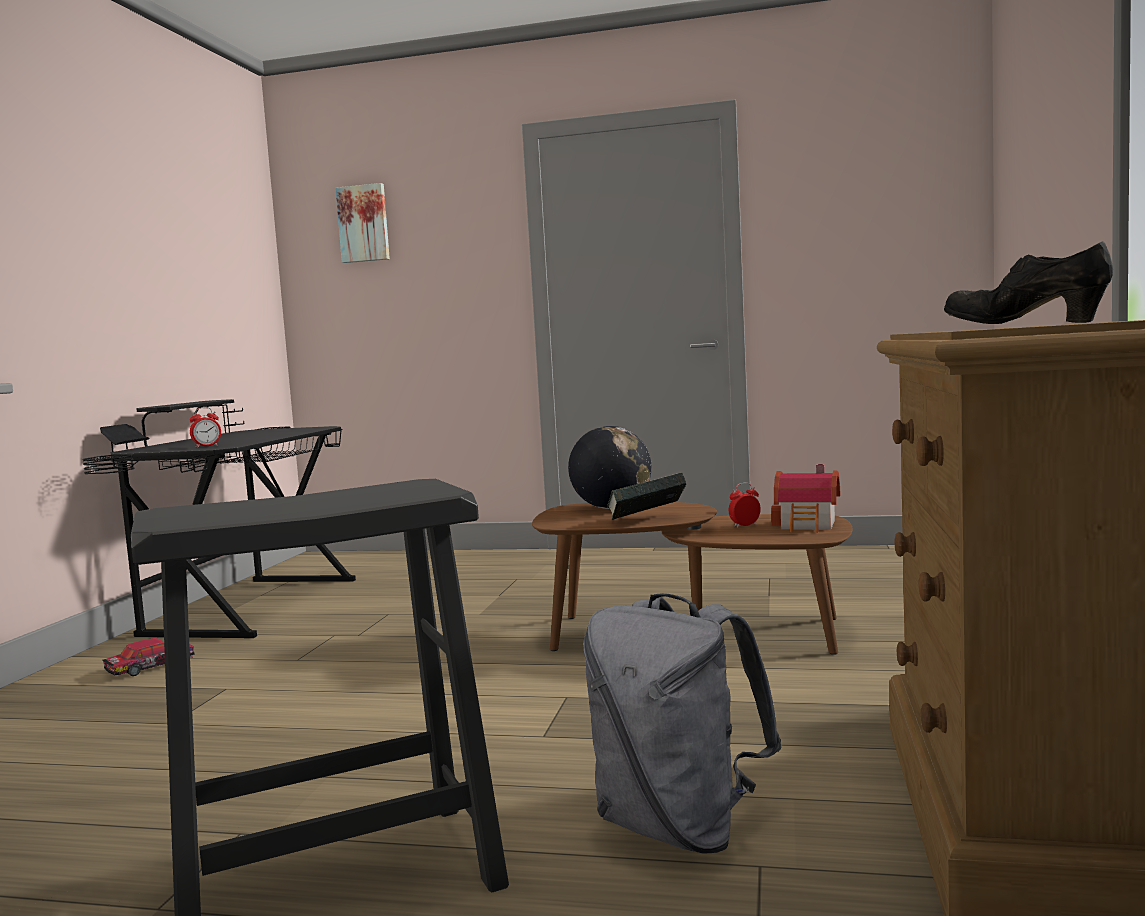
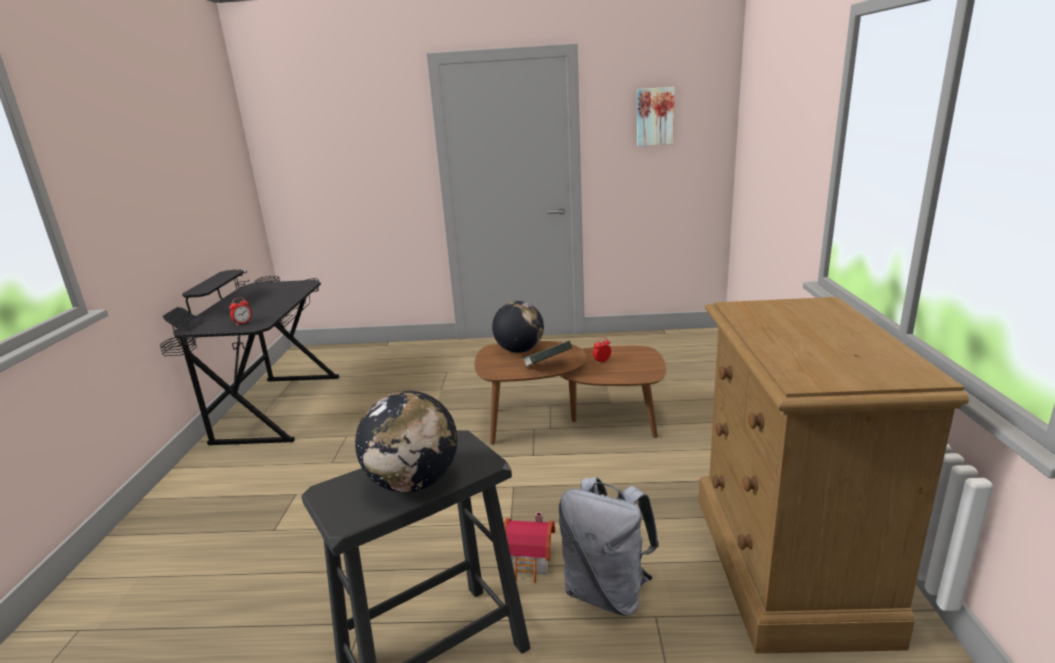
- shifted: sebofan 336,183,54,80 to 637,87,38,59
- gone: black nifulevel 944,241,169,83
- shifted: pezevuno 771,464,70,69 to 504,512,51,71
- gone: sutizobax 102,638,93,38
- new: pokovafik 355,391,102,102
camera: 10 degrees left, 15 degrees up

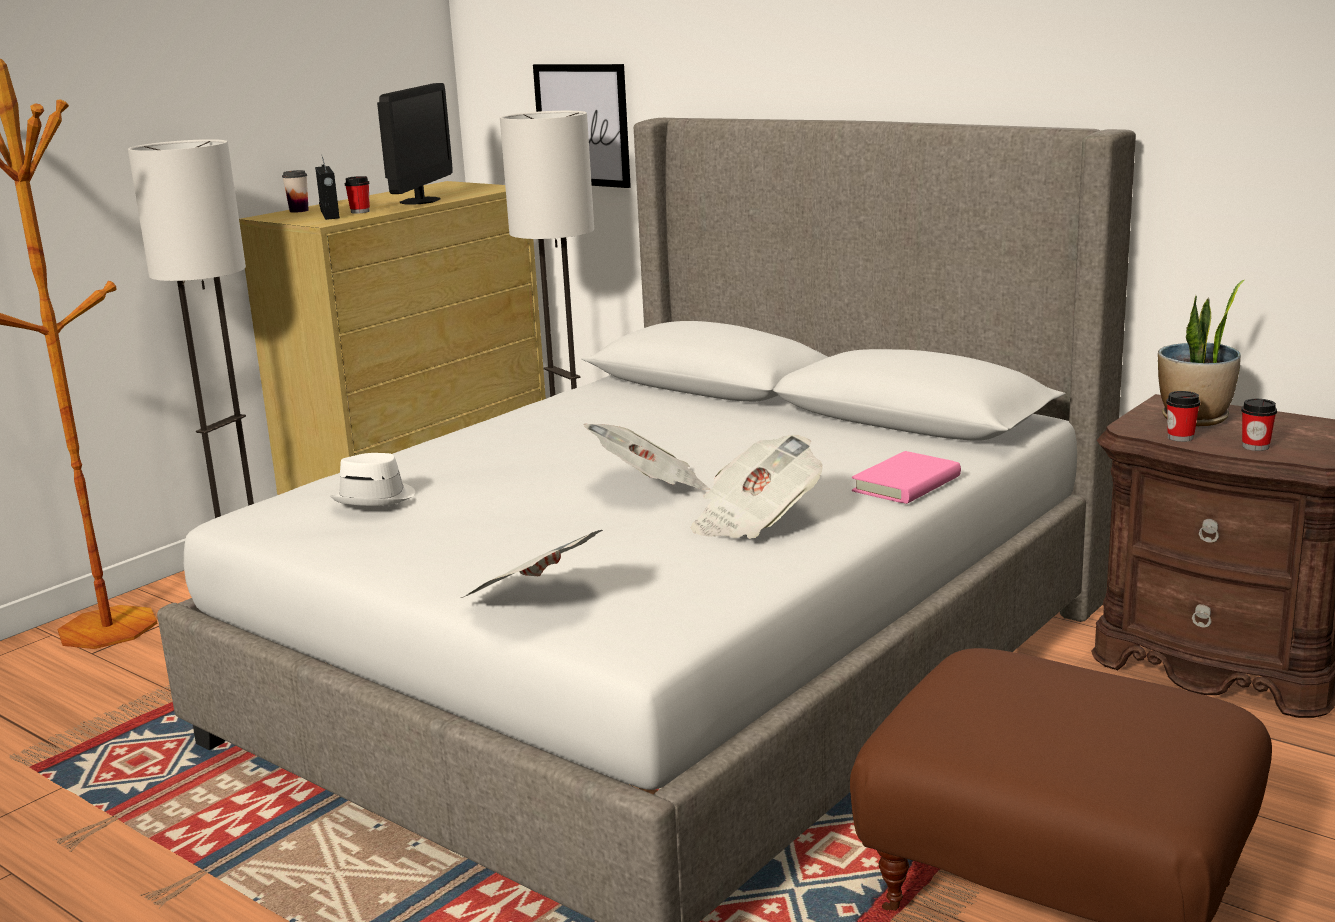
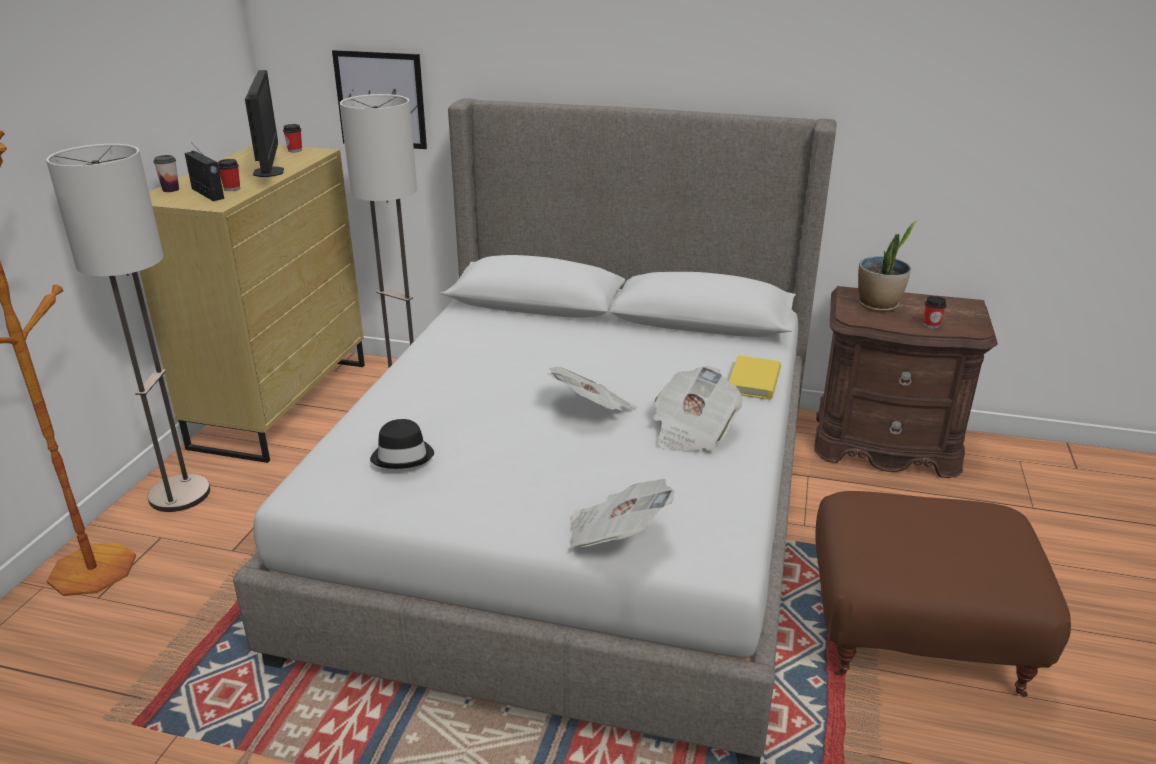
- shifted: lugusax 1166,391,34,51 to 283,124,19,28
- repainted: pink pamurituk 852,451,109,53 to yellow pamurituk 728,355,53,45
- repainted: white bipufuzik 330,453,85,53 to black bipufuzik 370,419,64,50
camera: 25 degrees left, 10 degrees up

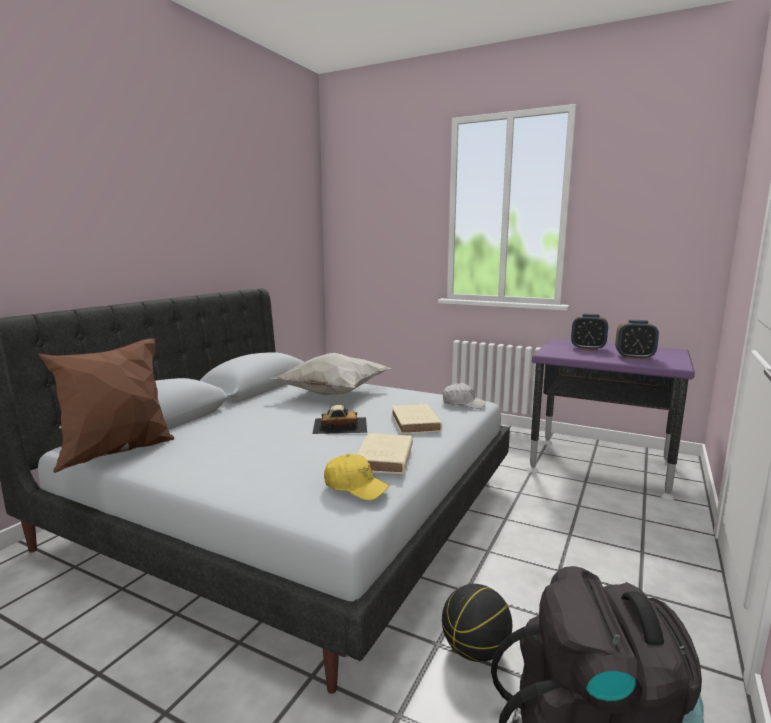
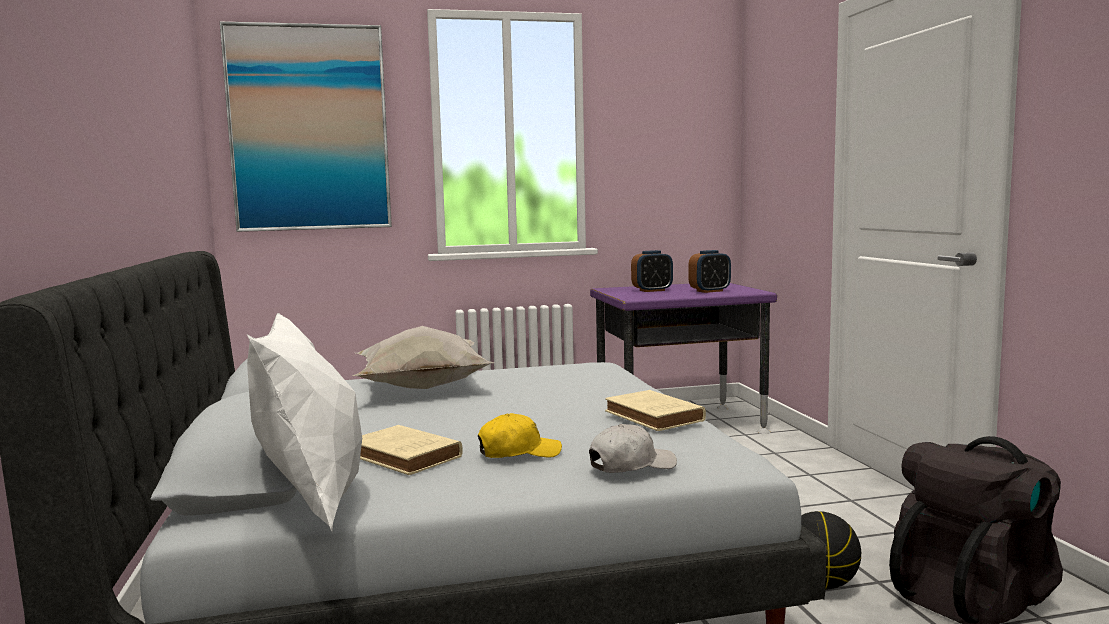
- repainted: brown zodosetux 38,338,136,135 to white zodosetux 247,313,115,219
- shifted: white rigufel 443,383,43,26 to 589,424,88,49
- shifted: beige pamurituk 391,404,51,30 to 360,425,103,50
- gone: sutizobax 312,405,55,29
- shifted: yellow rigufel 324,454,66,47 to 478,413,84,45
- new: sebofan 220,21,172,211
camera: 40 degrees left, 5 degrees down

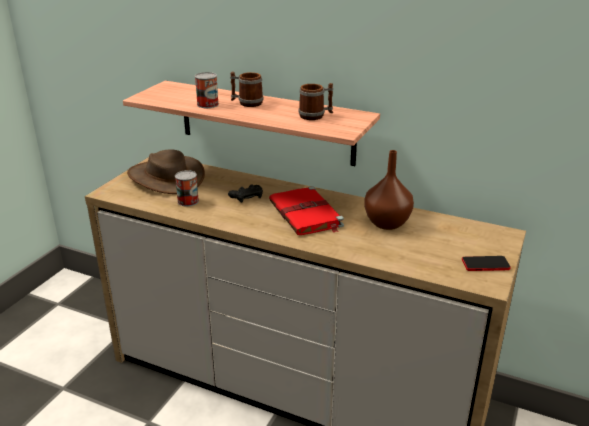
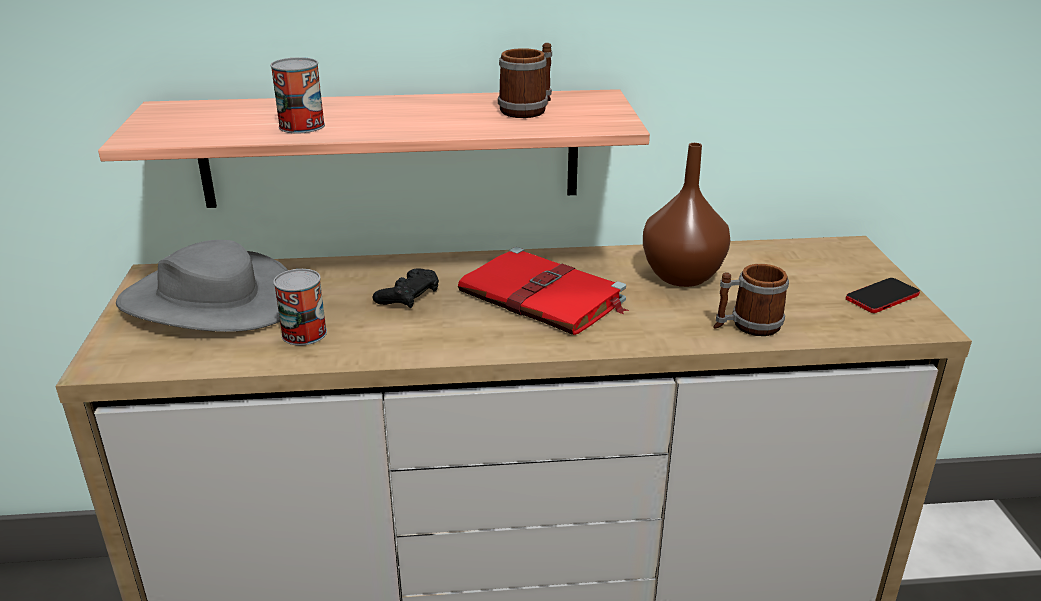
- shifted: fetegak 230,72,34,35 to 713,264,76,72
- repainted: brown bipufuzik 127,149,78,45 to grey bipufuzik 116,240,172,92
camera: 30 degrees left, 0 degrees up

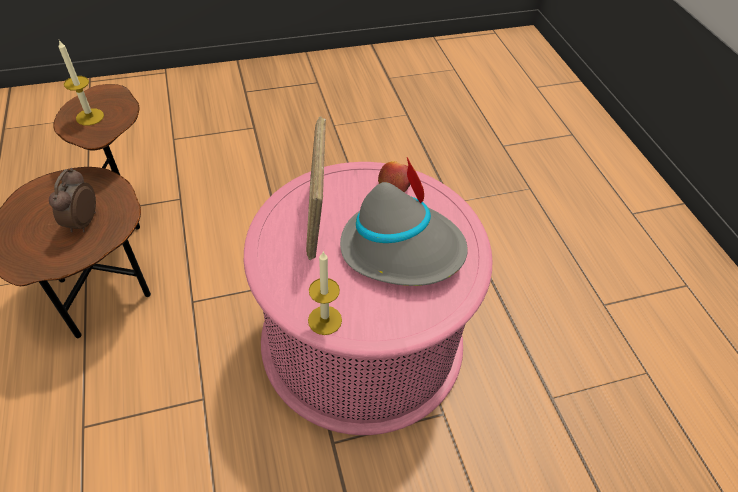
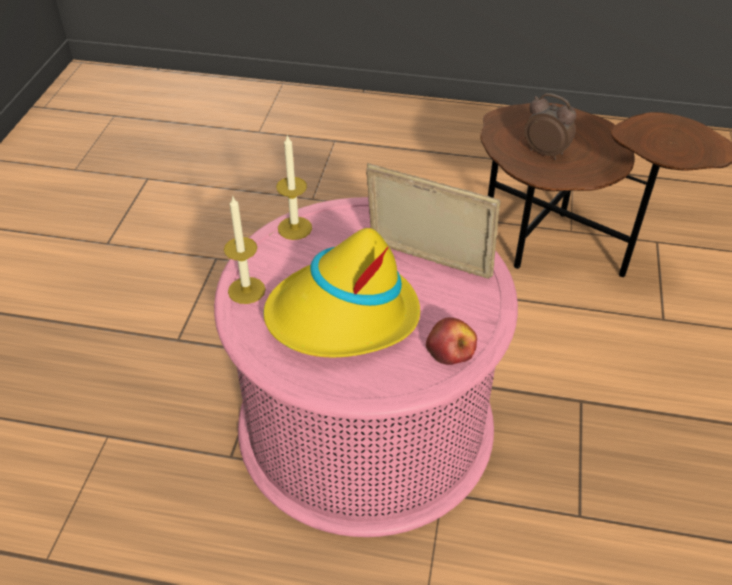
- shifted: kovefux 58,40,46,86 to 224,197,42,107
- repainted: grey bipufuzik 340,157,128,129 to yellow bipufuzik 263,228,157,129
camera: 120 degrees right, 5 degrees down

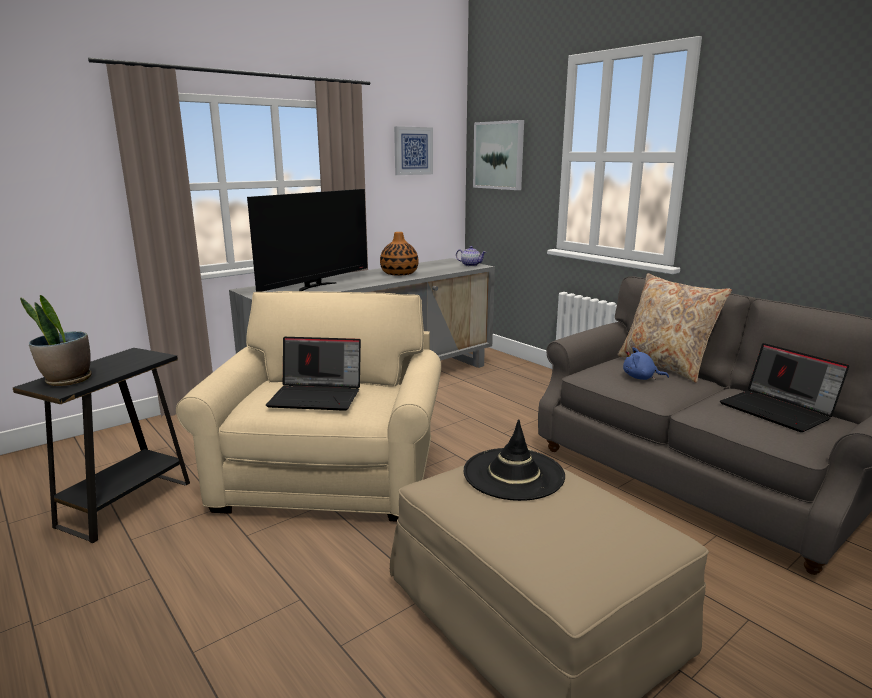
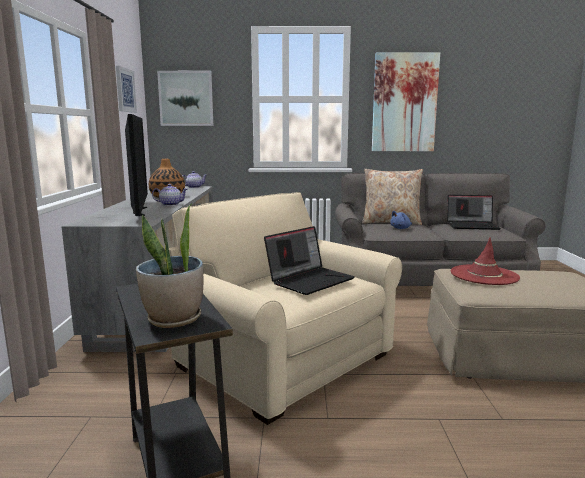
- repainted: black bipufuzik 464,419,101,82 to red bipufuzik 451,237,69,48
- new: sebofan 372,52,68,99
- new: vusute 152,184,35,22
camera: 50 degrees left, 5 degrees down

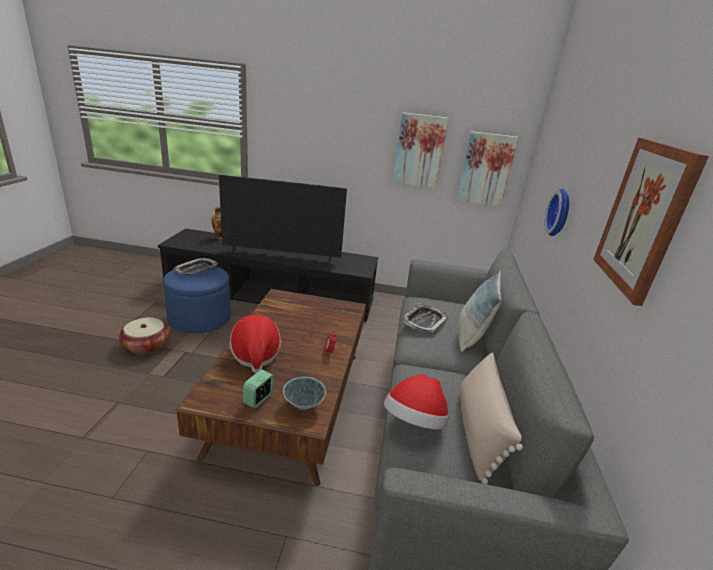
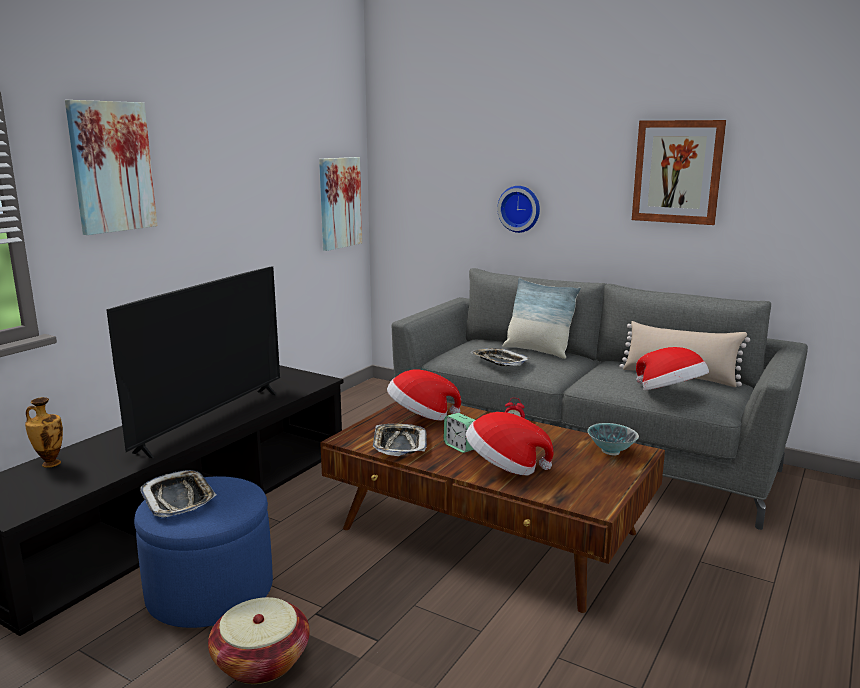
- shifted: sebofan 393,112,56,76 to 65,100,92,135
- shifted: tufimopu 243,369,31,40 to 444,413,31,40
- new: bipufuzik 387,369,74,52
- new: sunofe 373,424,54,32
camera: 65 degrees left, 10 degrees down

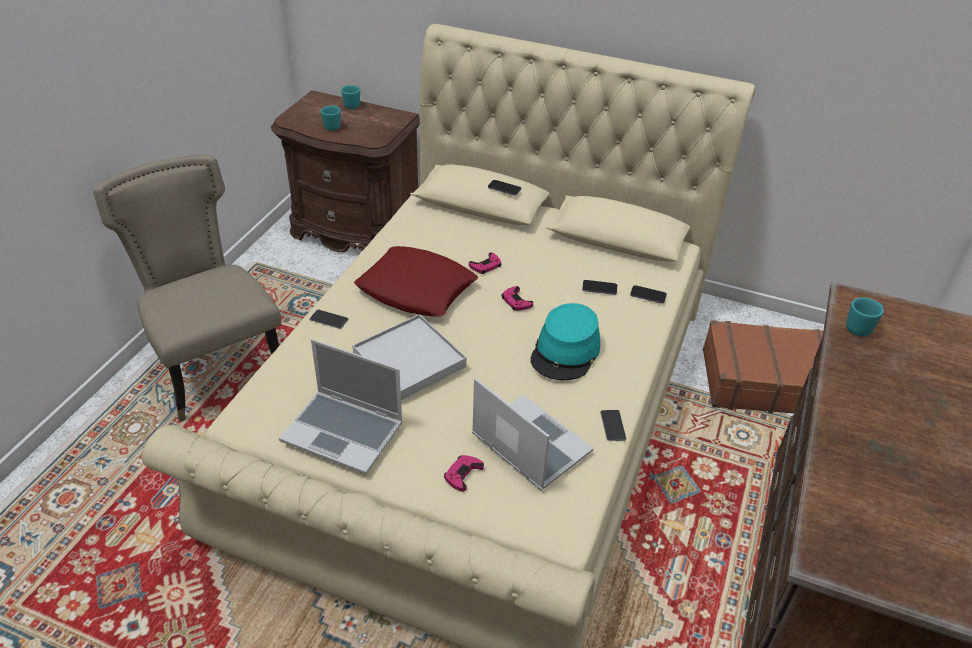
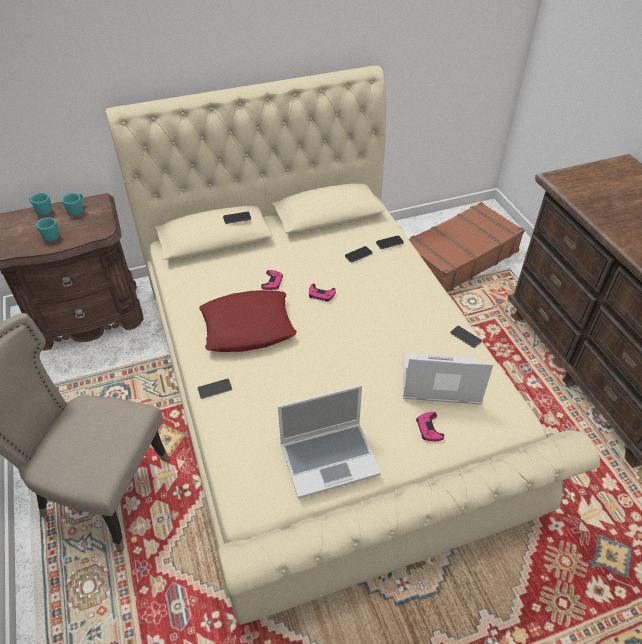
- shifted: turquoise fetegak 846,297,38,39 to 62,193,21,23
- gone: turquoise bipufuzik 530,303,70,77
- gone: white sunofe 352,314,115,86
camera: 40 degrees left, 5 degrees up

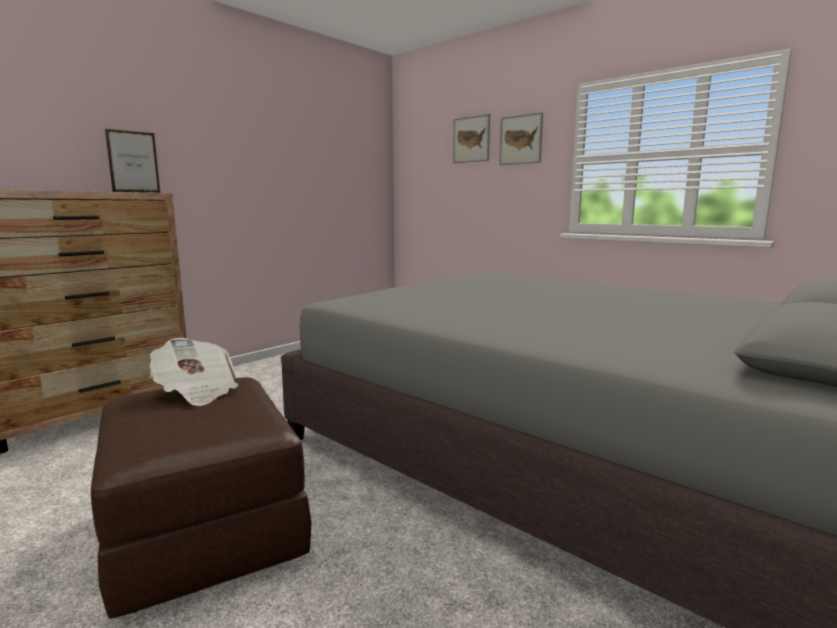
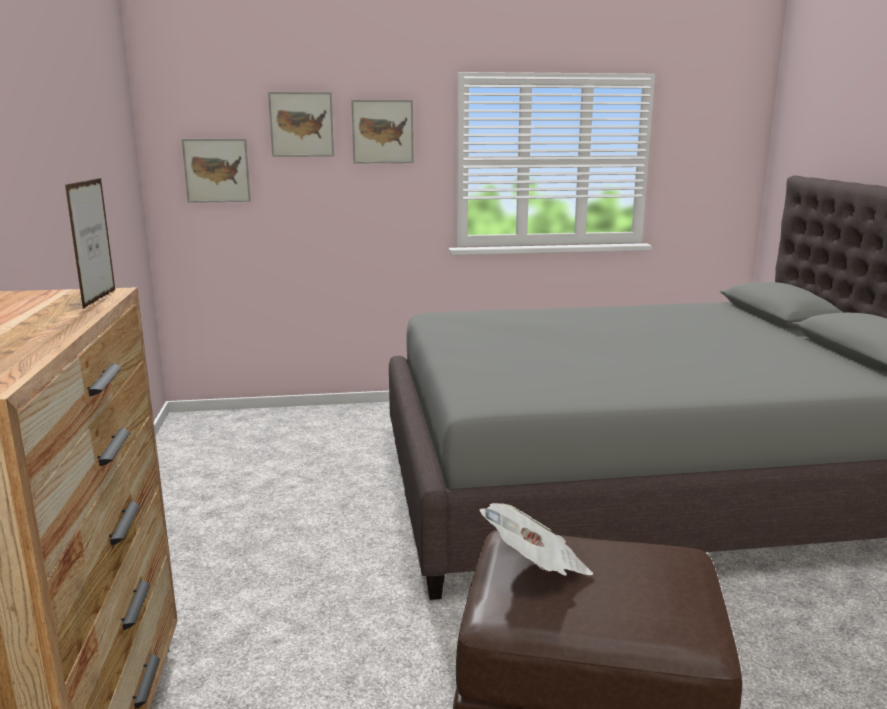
- new: sebofan 182,139,69,64
camera: 50 degrees left, 5 degrees up

